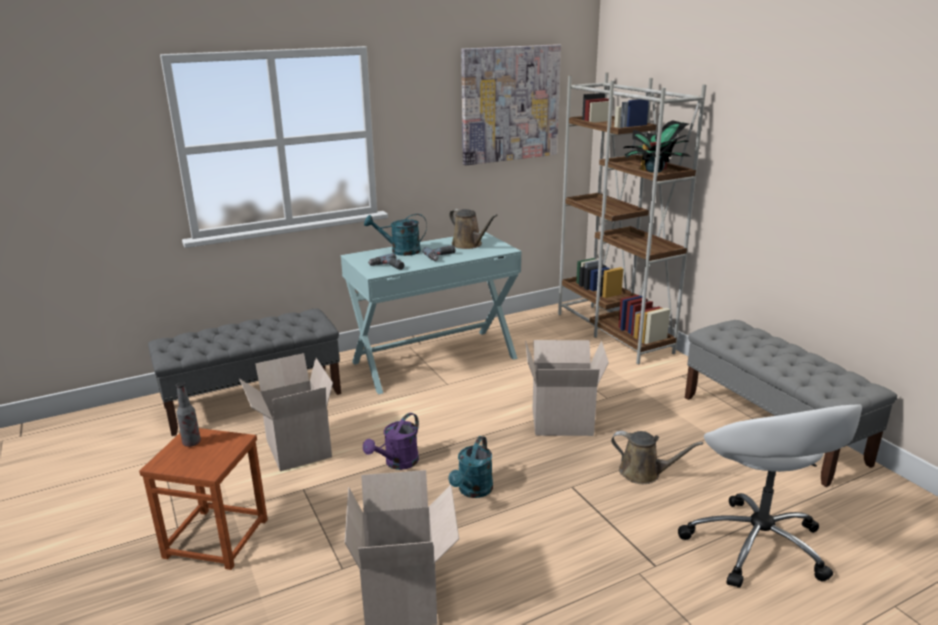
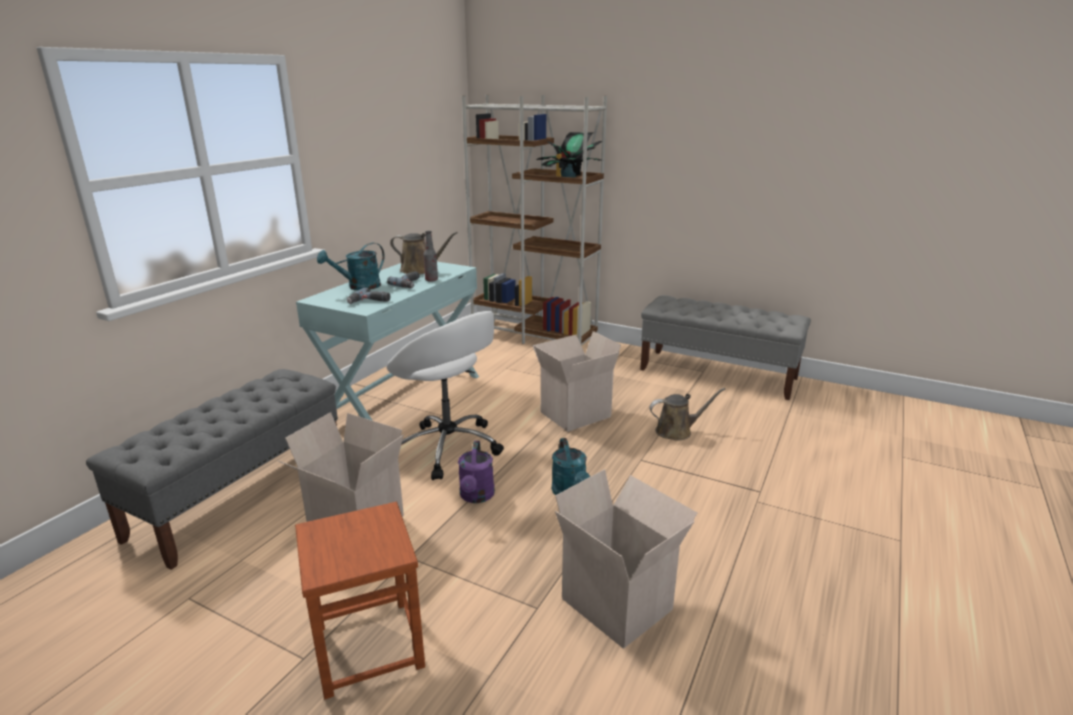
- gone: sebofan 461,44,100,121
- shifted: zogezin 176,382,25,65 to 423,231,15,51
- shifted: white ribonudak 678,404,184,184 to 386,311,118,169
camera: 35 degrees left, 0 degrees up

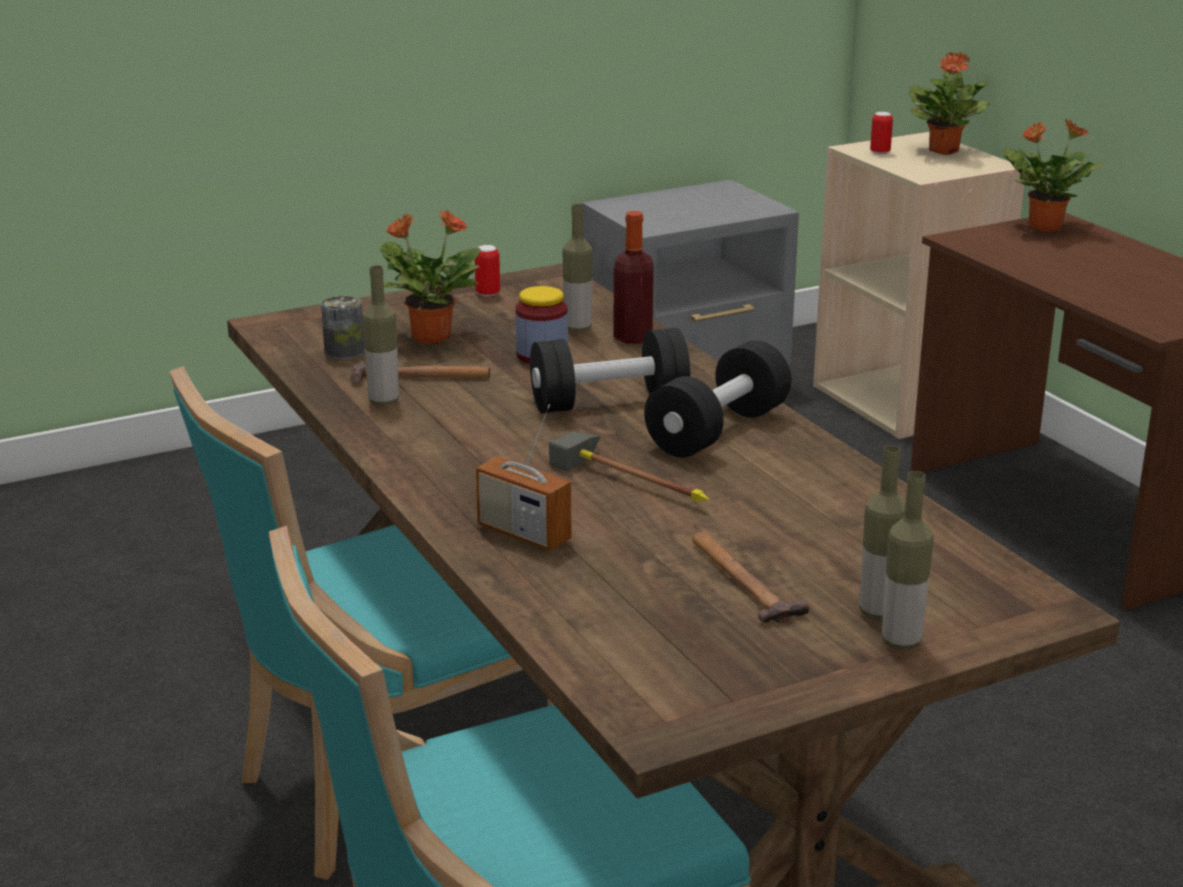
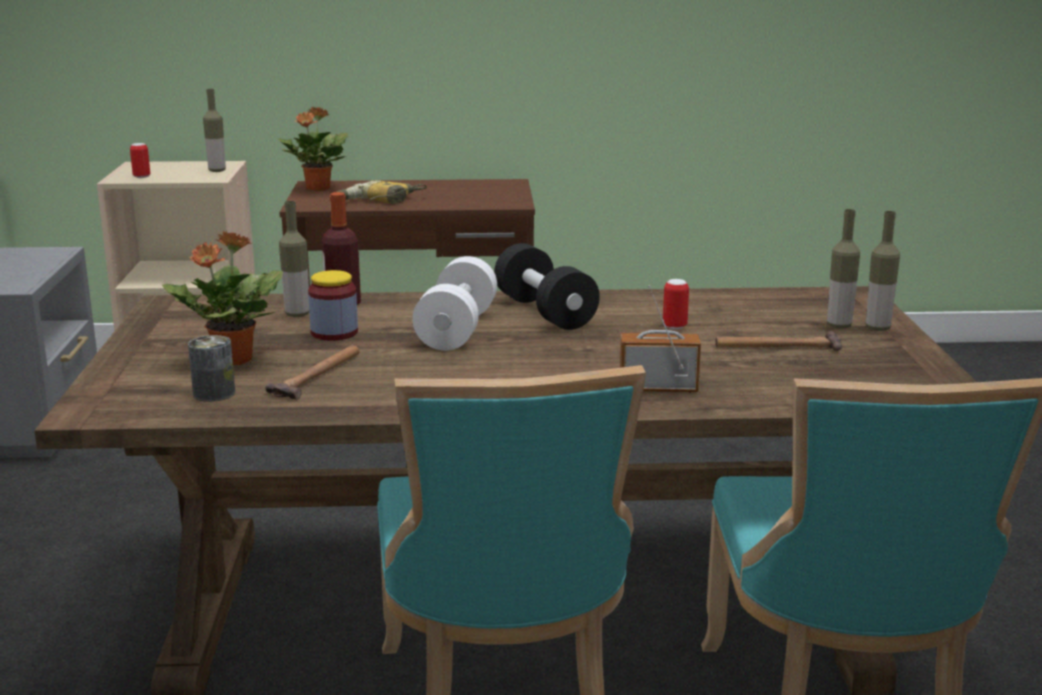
- gone: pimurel 909,52,81,103
- shifted: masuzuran 475,245,25,52 to 663,279,26,50
- shifted: zogezin 362,265,37,141 to 203,89,23,83
- repainted: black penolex 530,328,160,85 to white penolex 412,256,85,95
- rotated: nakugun 476,404,95,147 = 620,285,81,108 150 degrees counterclockwise
- gone: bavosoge 549,431,160,71
- new: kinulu 337,180,90,24
camera: 65 degrees left, 5 degrees down

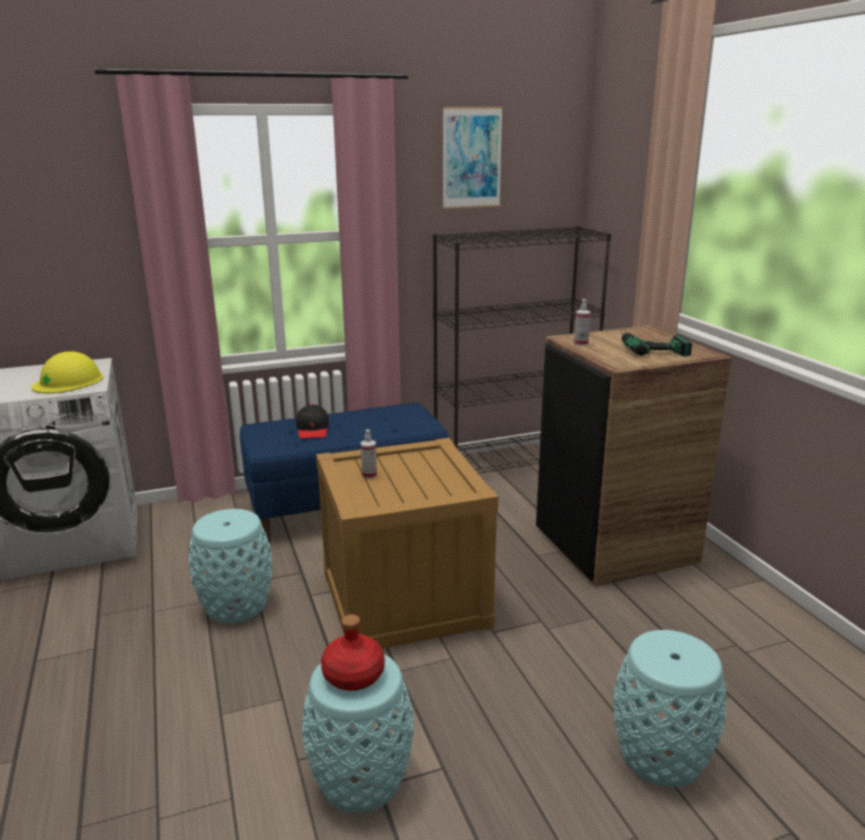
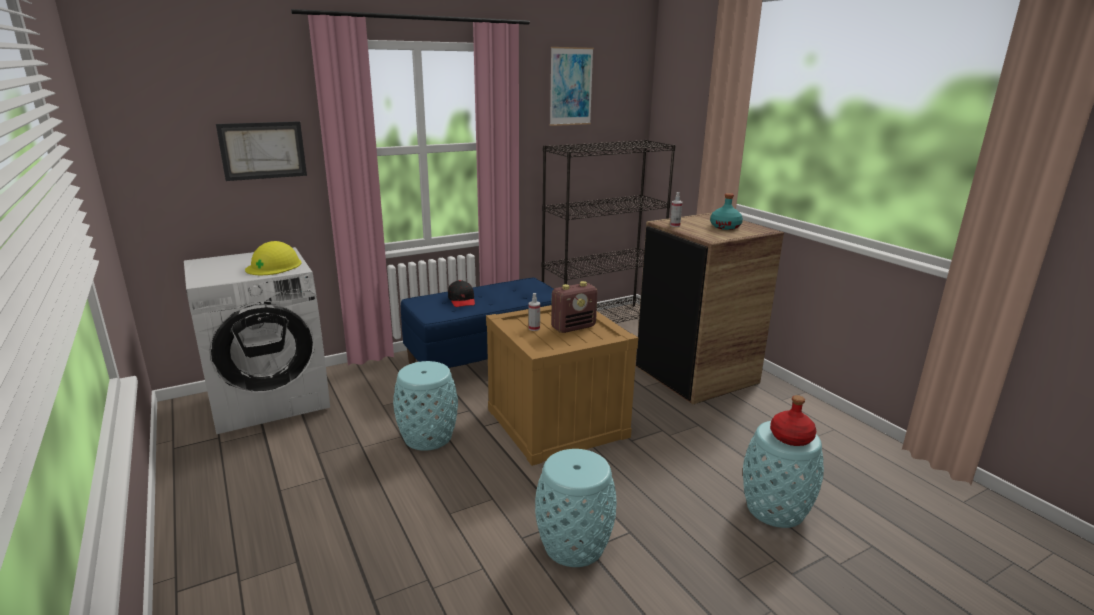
- swapped: kinulu 621,333,71,23 to turquoise zogezin 710,193,33,37
- shifted: red zogezin 321,614,64,77 to 770,395,46,51
- new: sebofan 216,121,91,60
- new: nakugun 551,281,47,52
camera: 10 degrees left, 0 degrees up

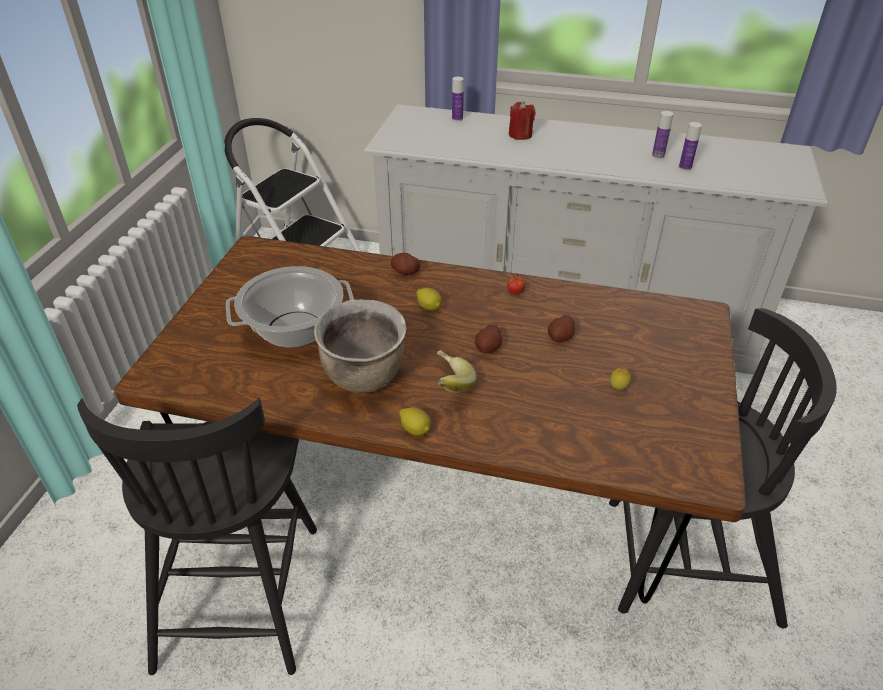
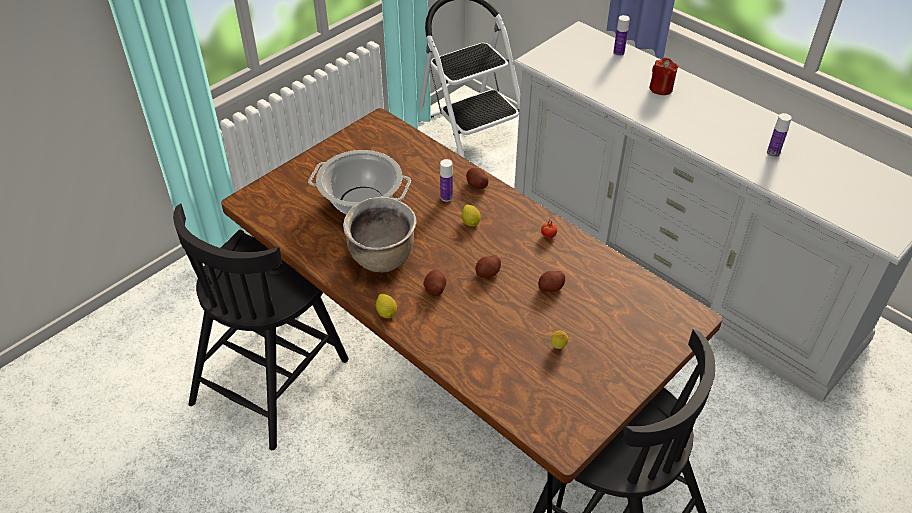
- shifted: zogezin 679,122,23,49 to 440,159,13,43
- swapped: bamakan 437,350,39,43 to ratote 423,270,23,26
camera: 30 degrees right, 5 degrees up

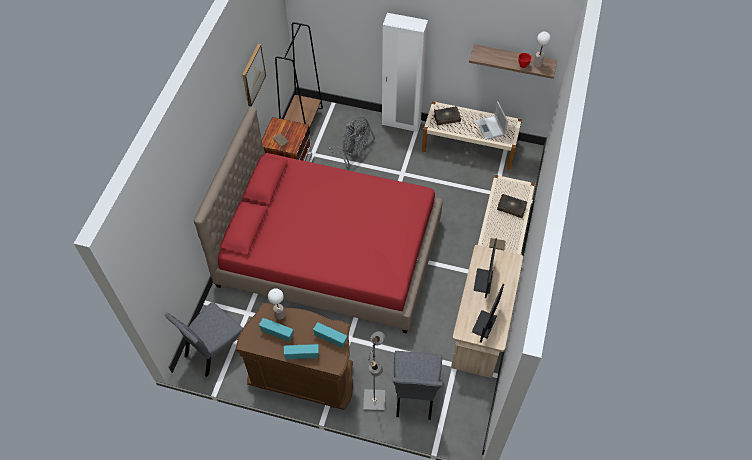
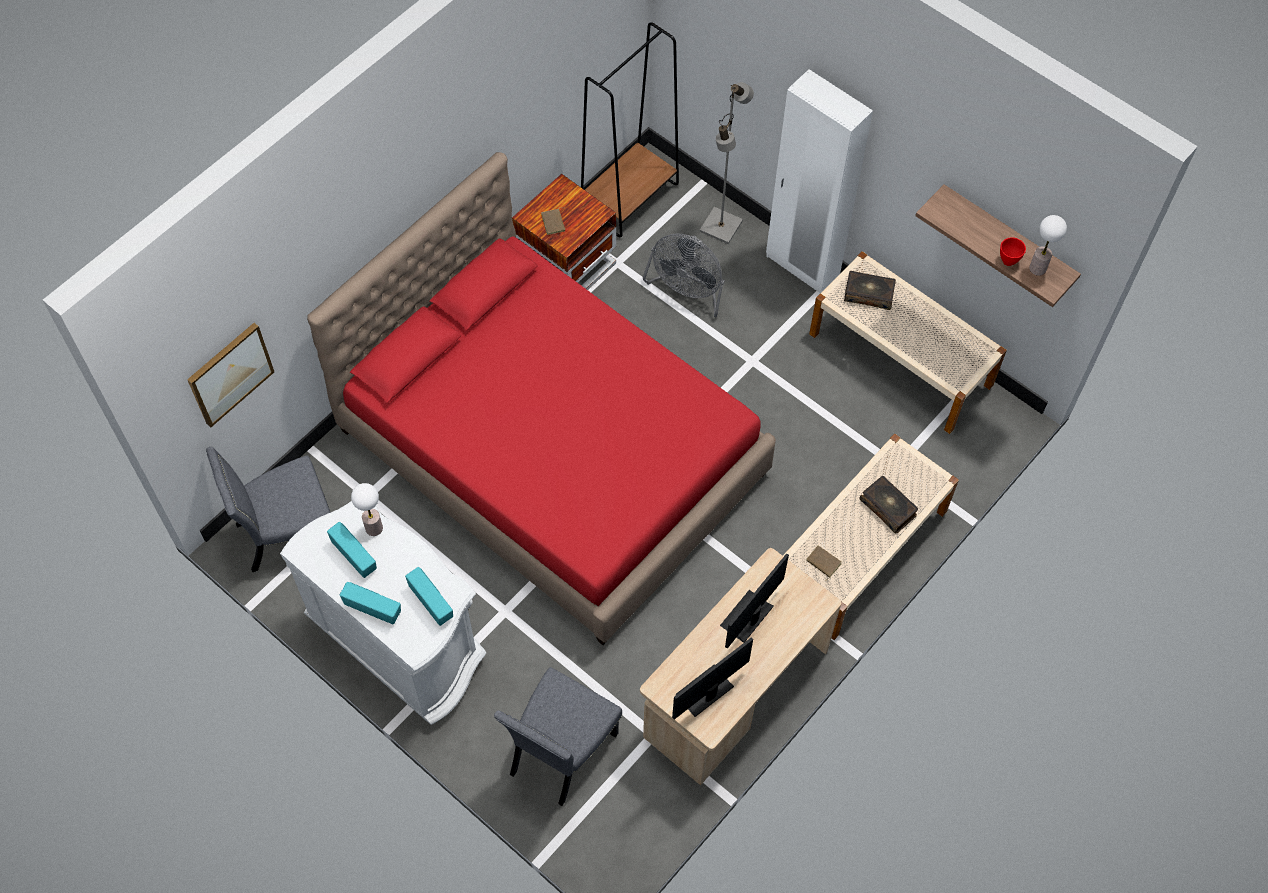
- shifted: sebofan 242,44,24,62 to 187,323,87,104
- gone: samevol 476,102,32,38
- rotated: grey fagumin 328,117,47,52 = 643,234,82,83 60 degrees clockwise
- repainted: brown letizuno 236,303,117,107 to white letizuno 280,501,206,224
- shifted: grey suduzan 363,331,22,80 to 700,82,54,162
camera: 25 degrees right, 5 degrees up

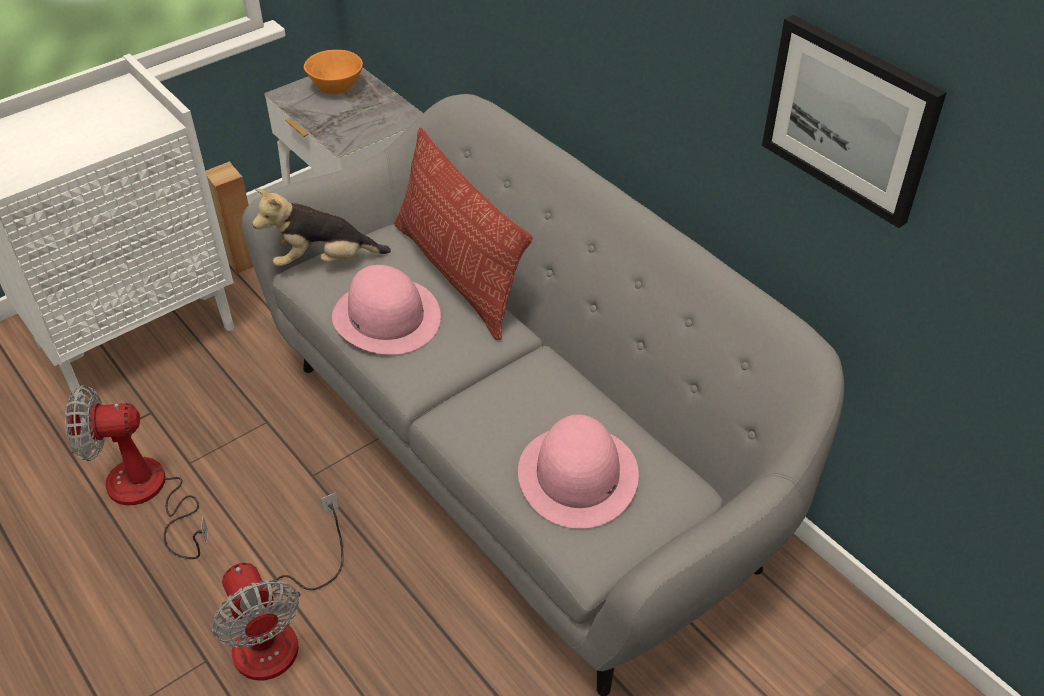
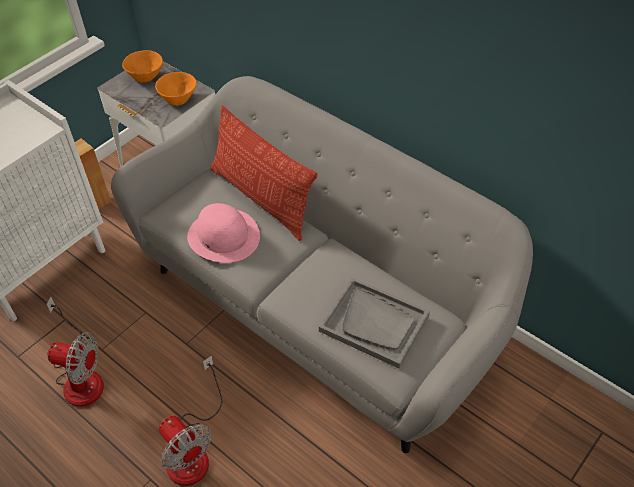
- gone: sebofan 762,15,185,213
- gone: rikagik 252,189,139,78
- rotated: fagumin 65,385,143,174 = 46,297,58,110 150 degrees counterclockwise
- swapped: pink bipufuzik 518,414,121,114 to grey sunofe 319,277,111,91
- new: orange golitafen 155,72,42,34
camera: 10 degrees left, 5 degrees up

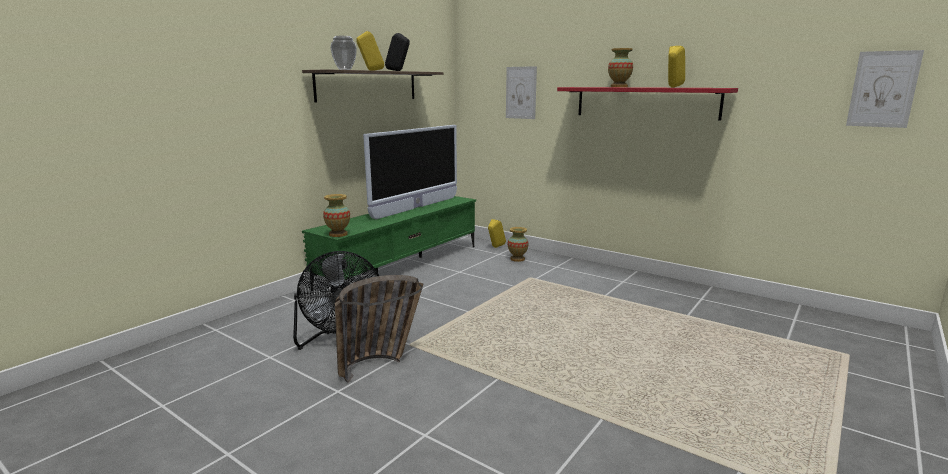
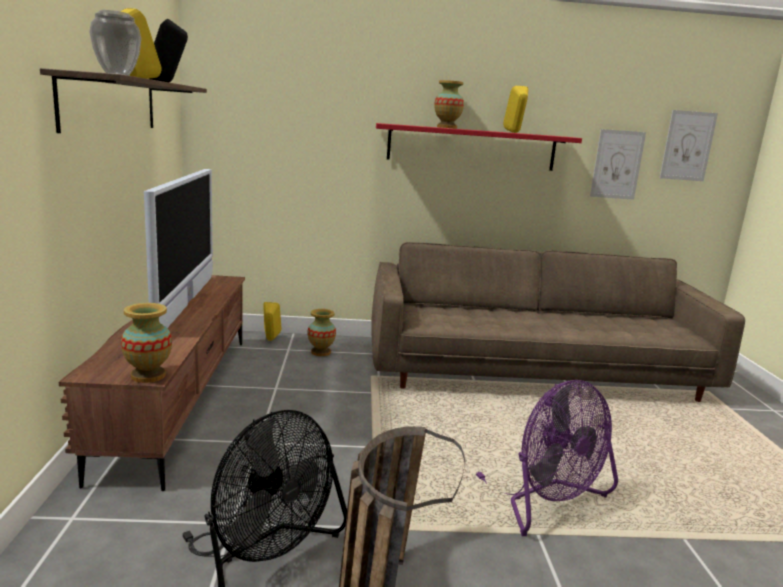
- shifted: sebofan 506,66,31,53 to 590,129,56,71
- repainted: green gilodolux 302,196,174,95 to brown gilodolux 59,275,186,216
- new: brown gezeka 371,242,374,160
- new: purple fagumin 476,380,142,156
camera: 40 degrees left, 0 degrees up

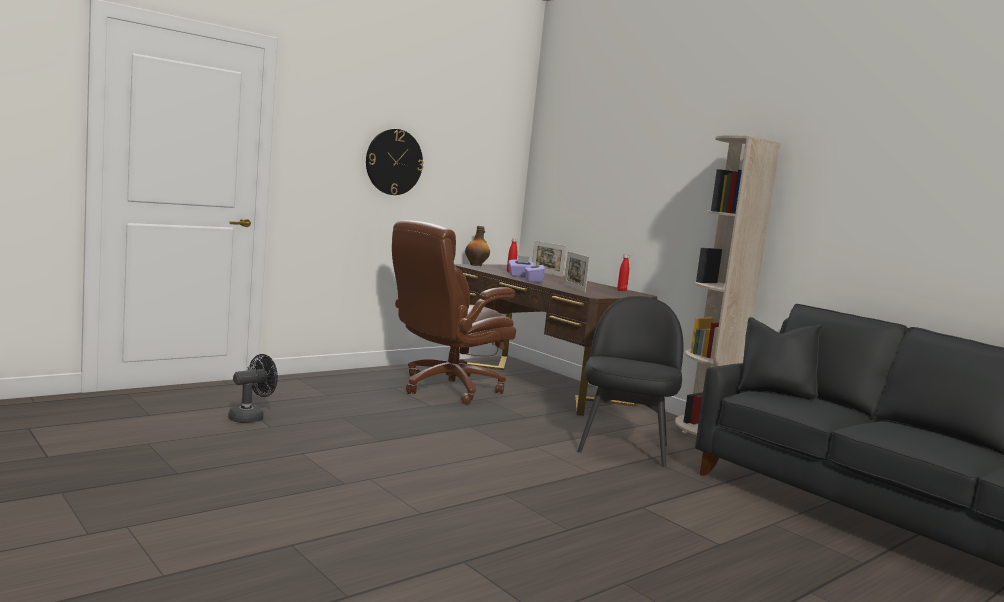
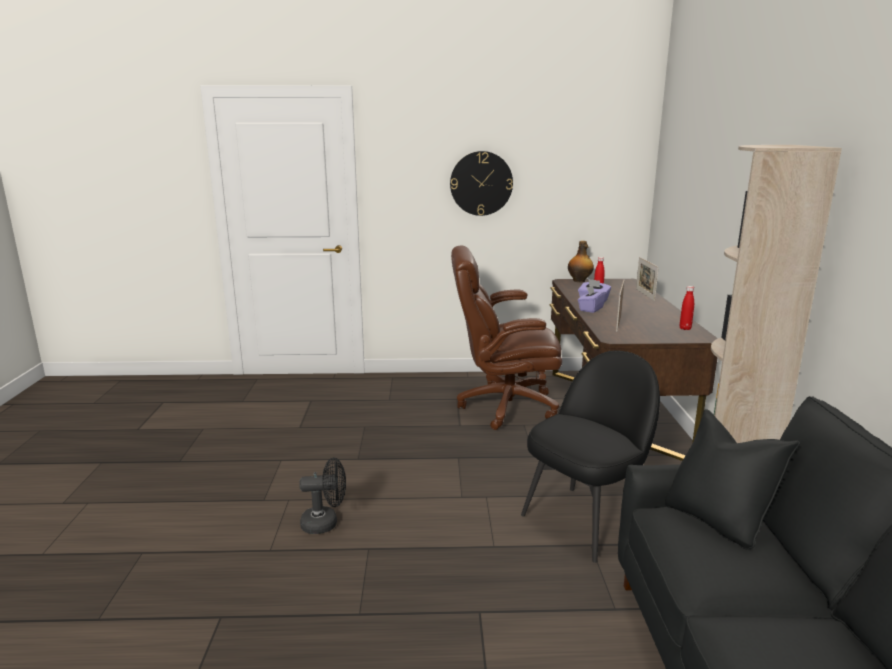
- shifted: black fagumin 228,354,50,69 to 299,458,47,76
camera: 40 degrees right, 10 degrees up

